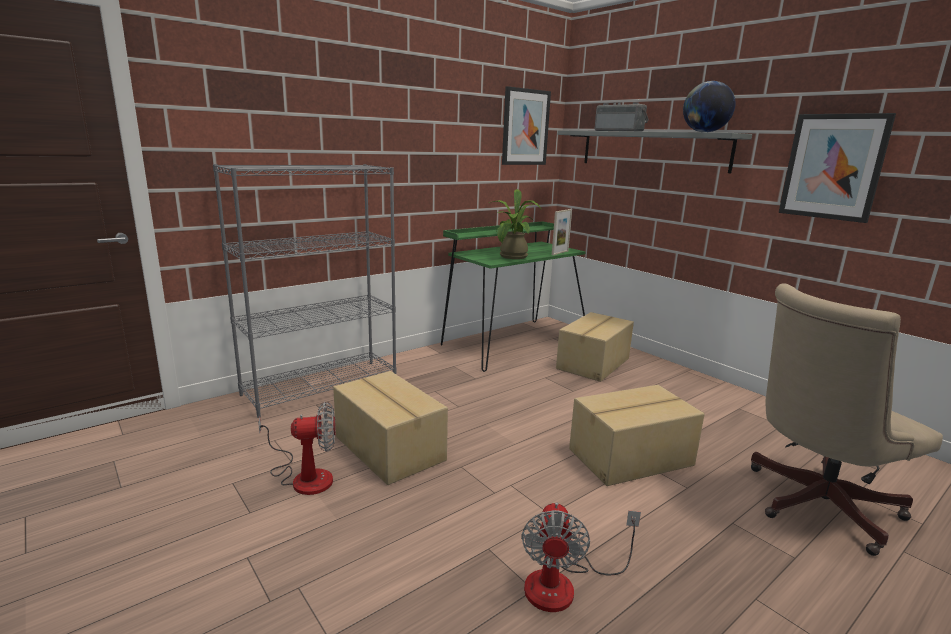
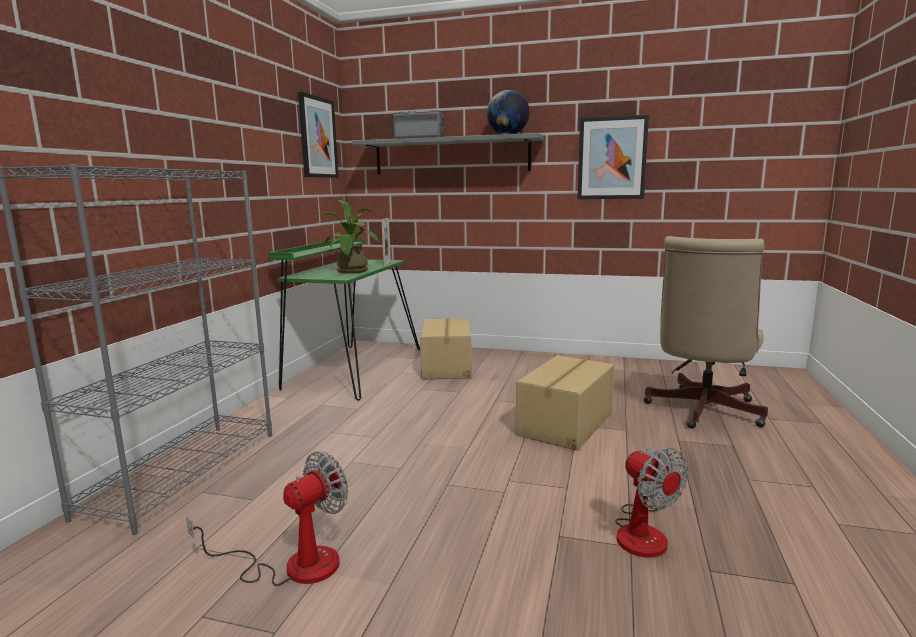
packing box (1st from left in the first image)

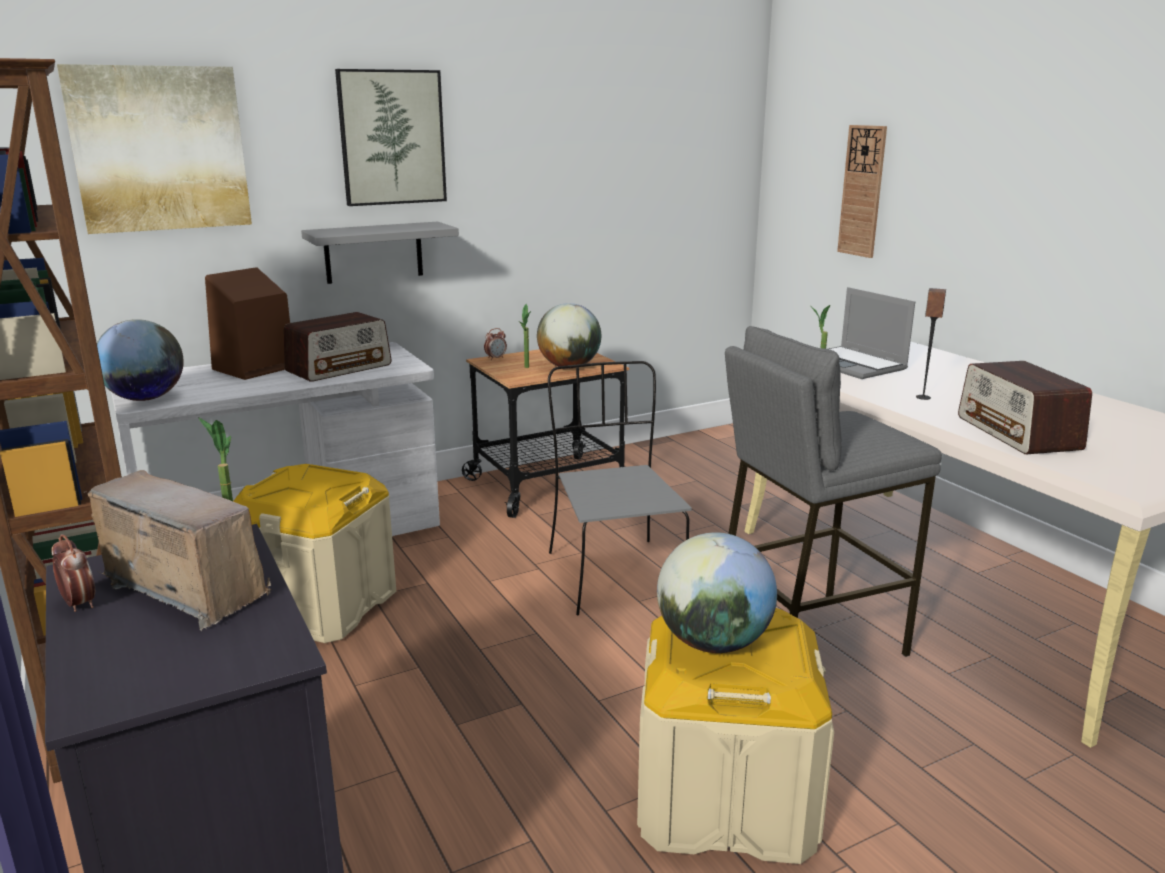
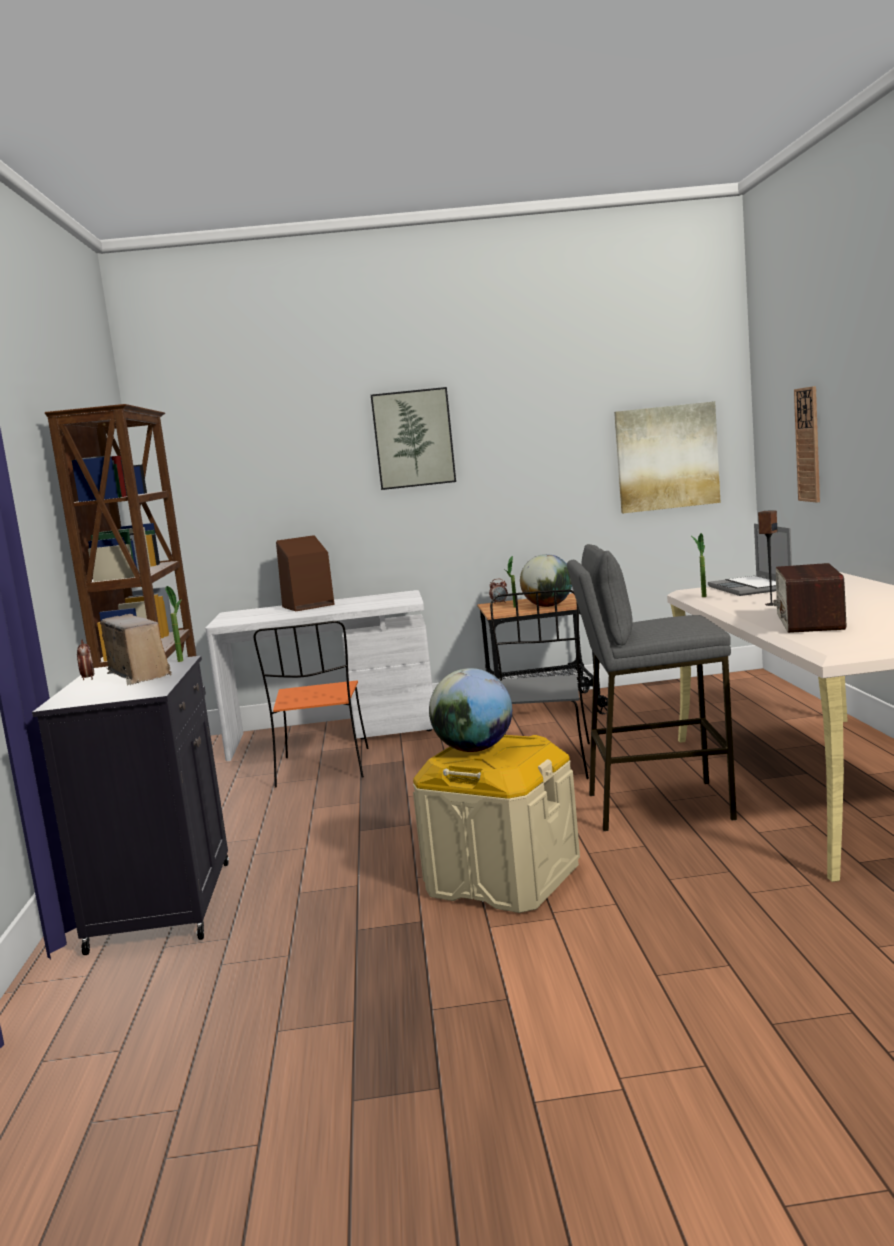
orange-coloured upright chair
wall picture (2nd from left)
desk globe (1st from left in the first image)
radio set (2nd from left in the first image)
greyish shelf

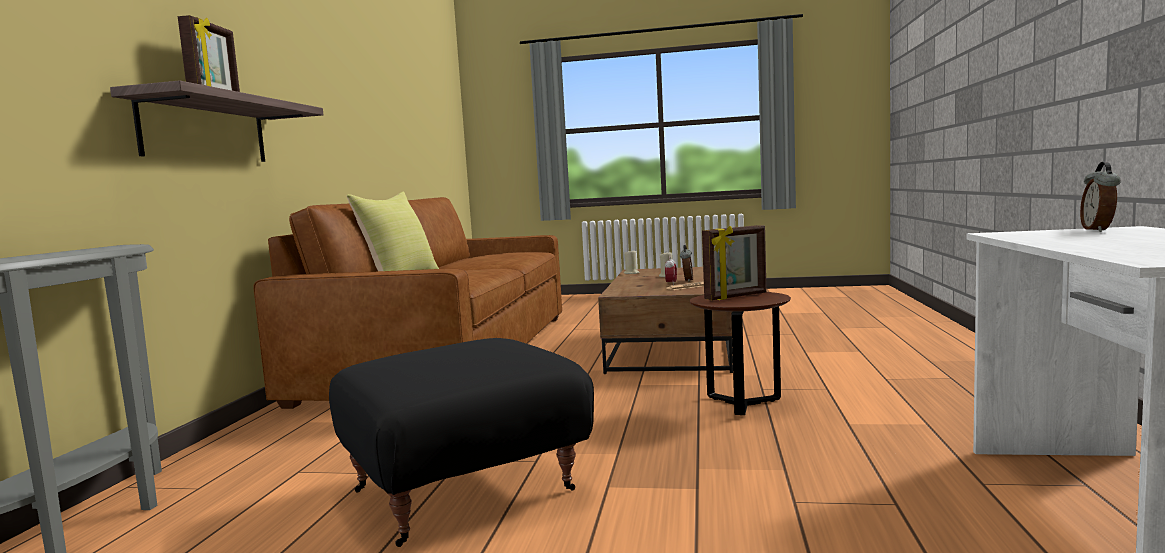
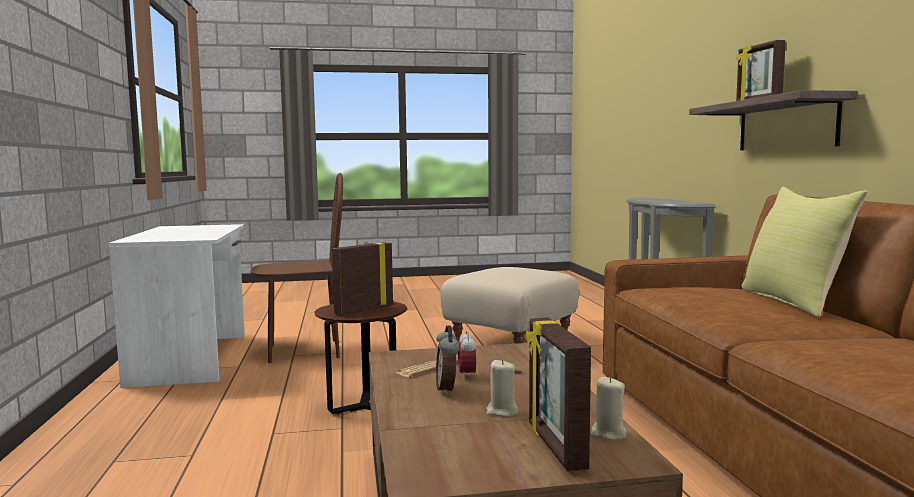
brownish upright chair
beige-coloured footrest
picture frame (2nd from left)
table clock (3rd from left in the first image)

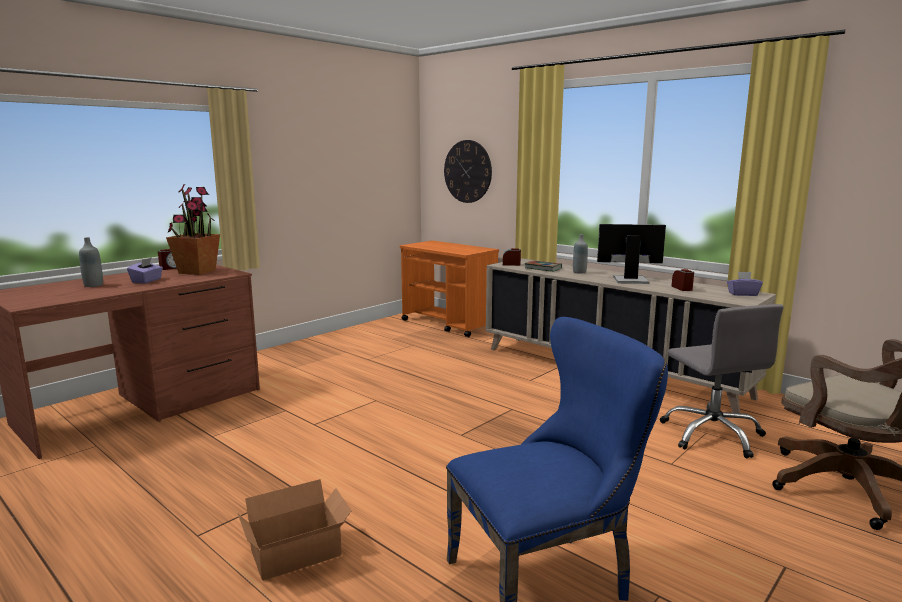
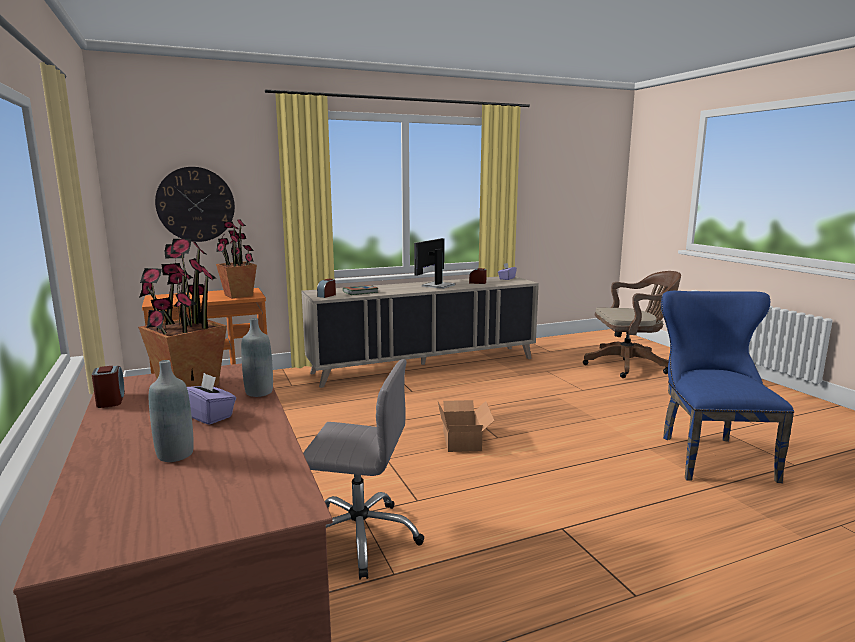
houseplant (2nd from left)
greyish bottle (2nd from left)
greyish computer chair
packing box

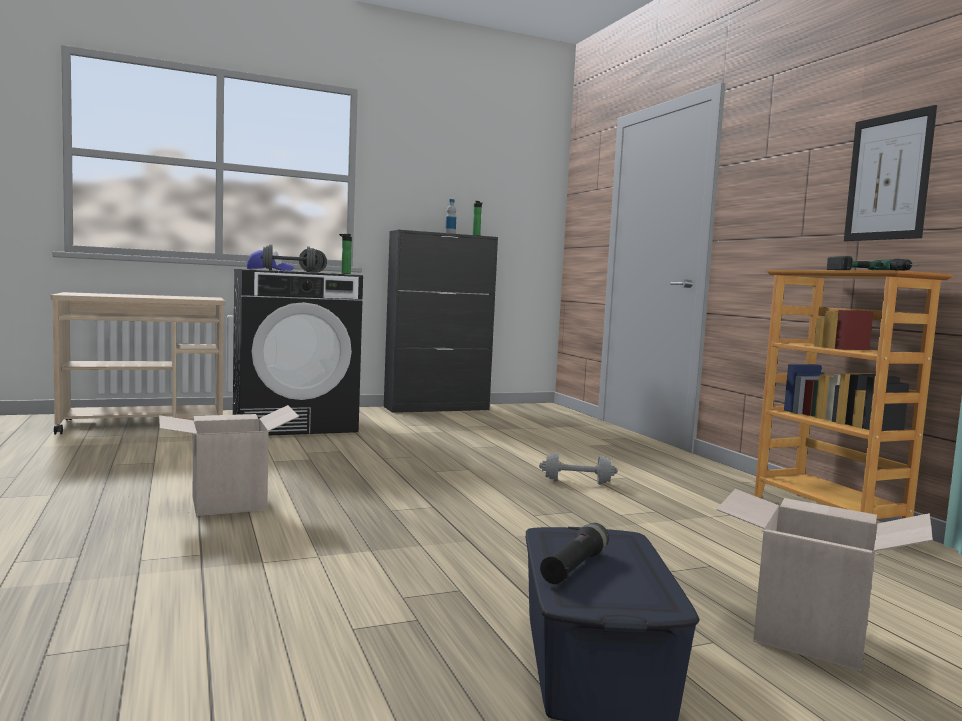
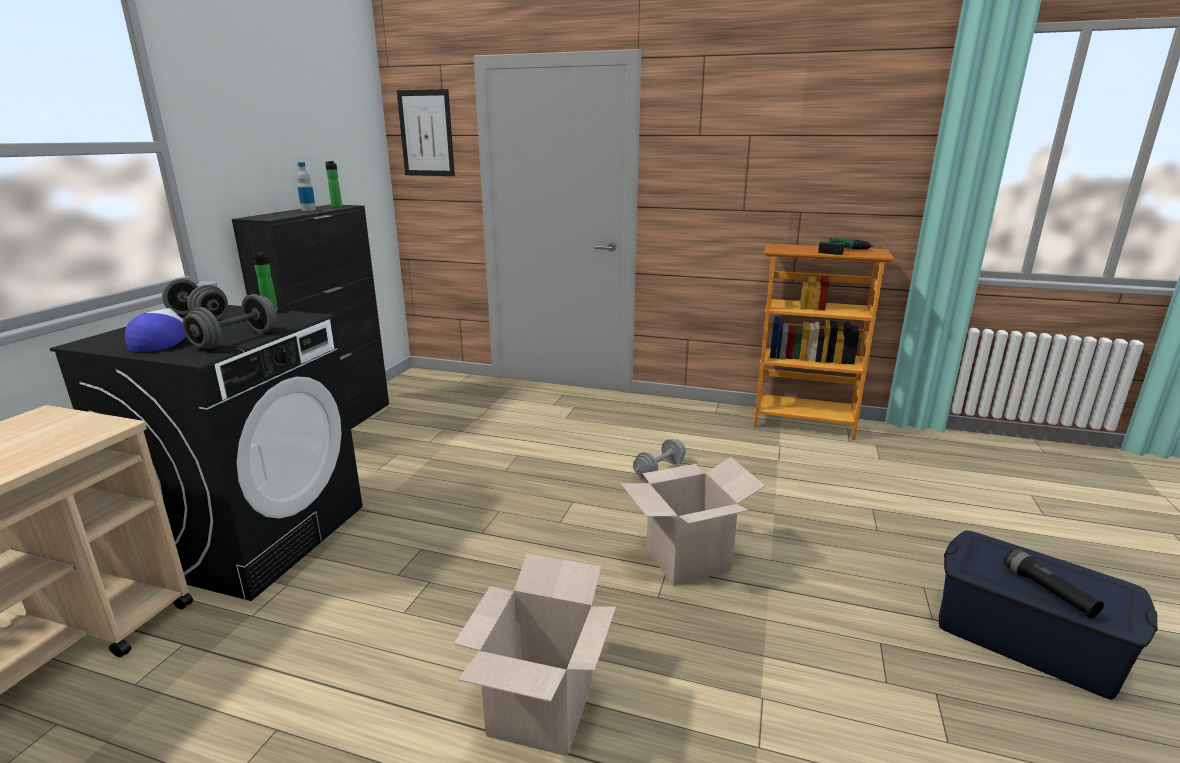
wall picture
packing box (2nd from left)

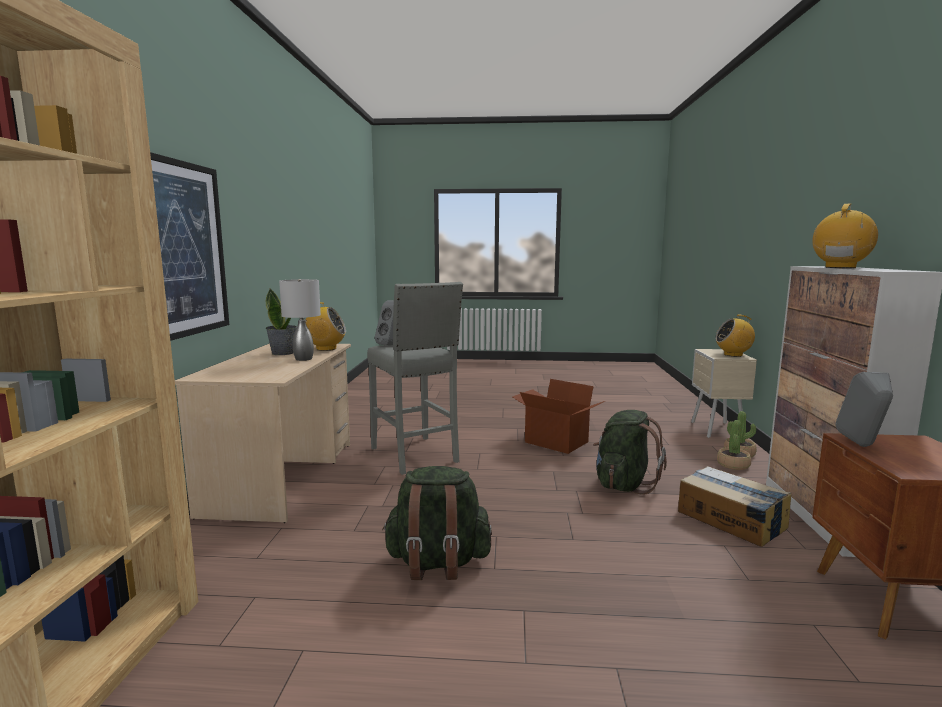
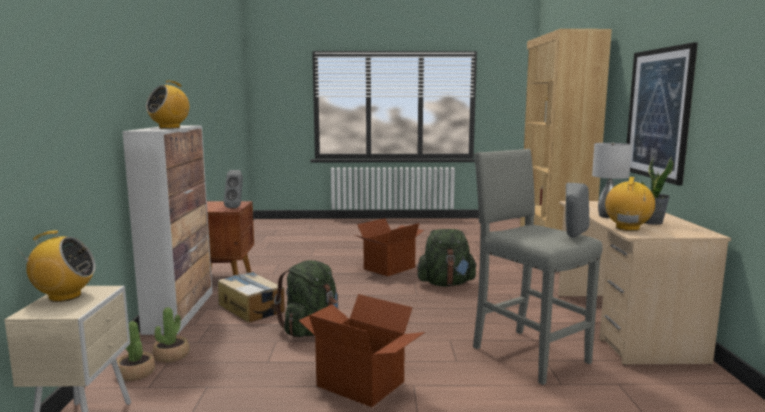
packing box (3rd from left)
radio set (3rd from left)

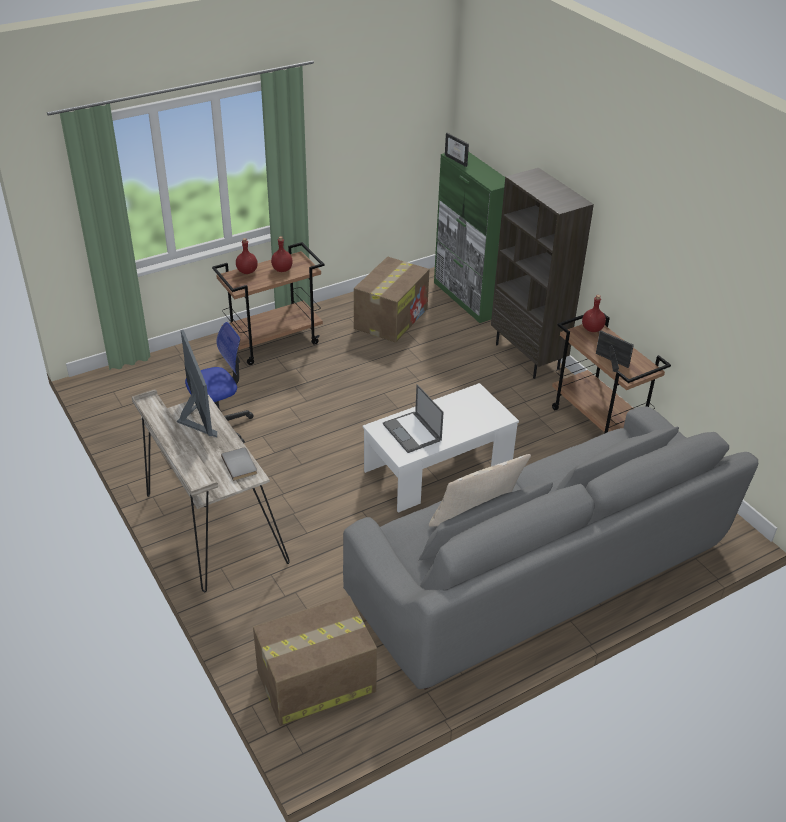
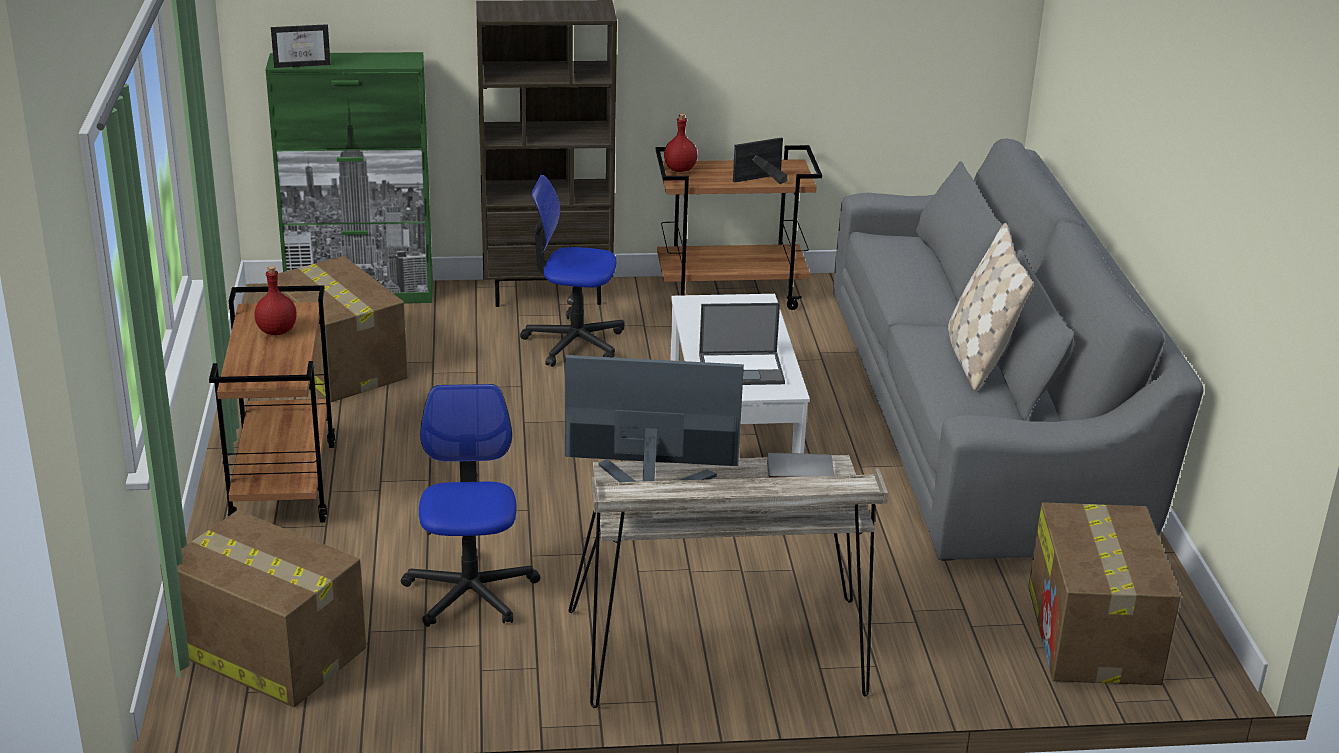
packing box (1st from left)
computer chair (2nd from left)
red-coloured bottle (1st from left in the first image)

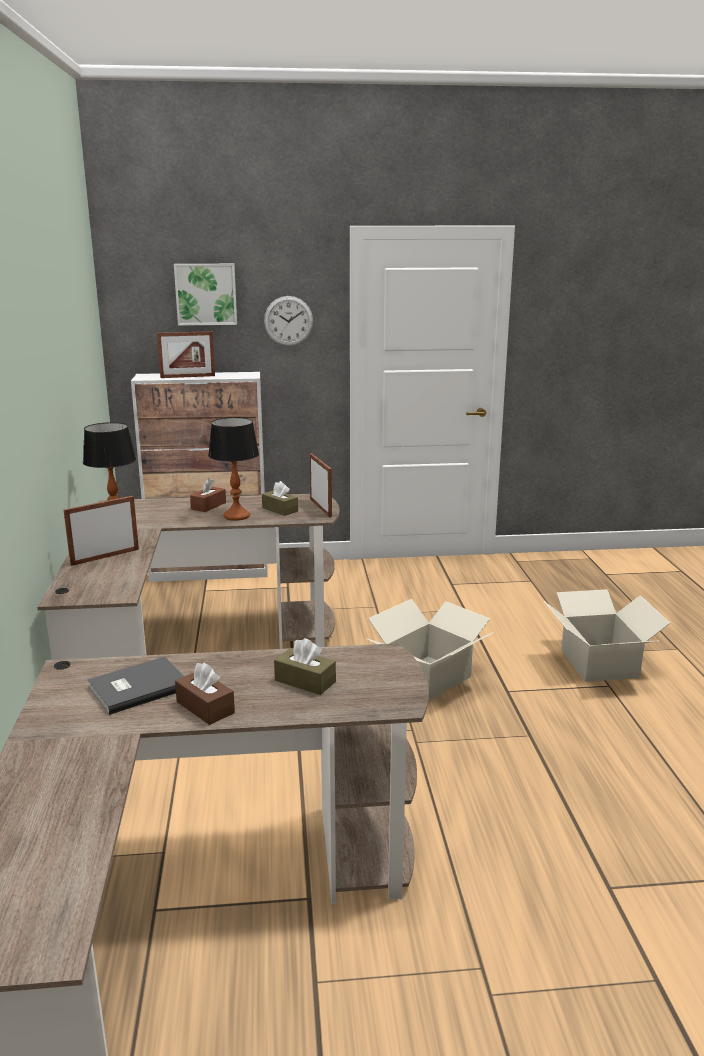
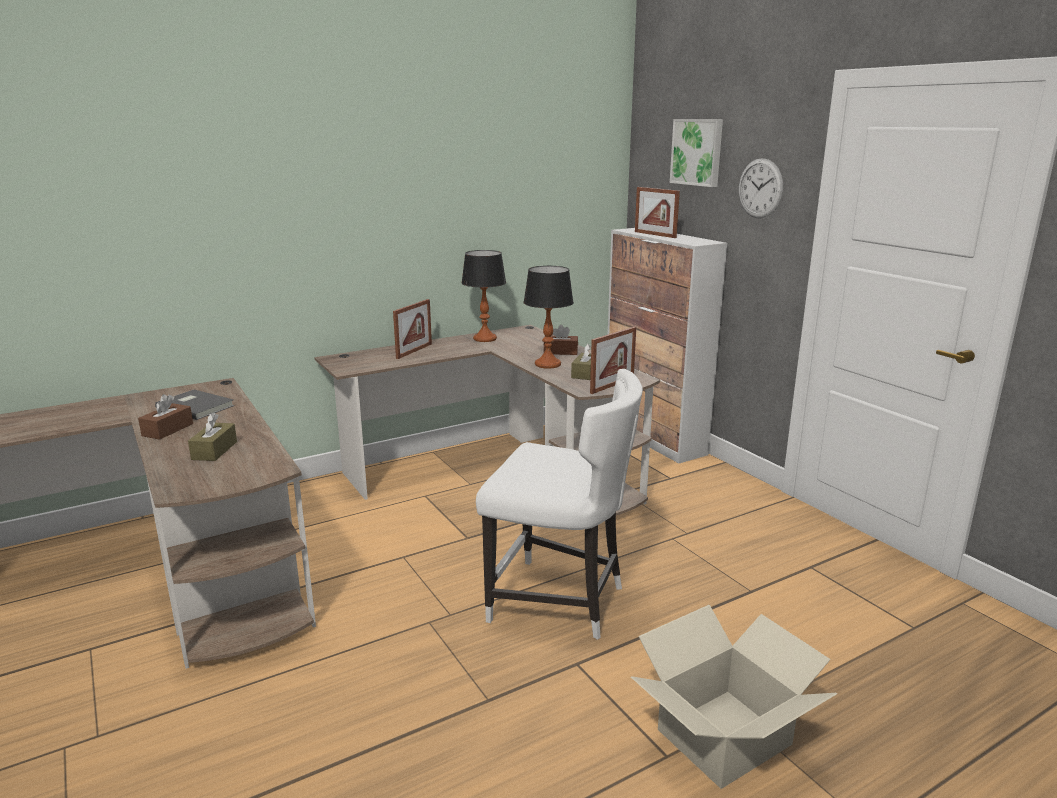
picture frame (1st from left)
whitish upright chair

